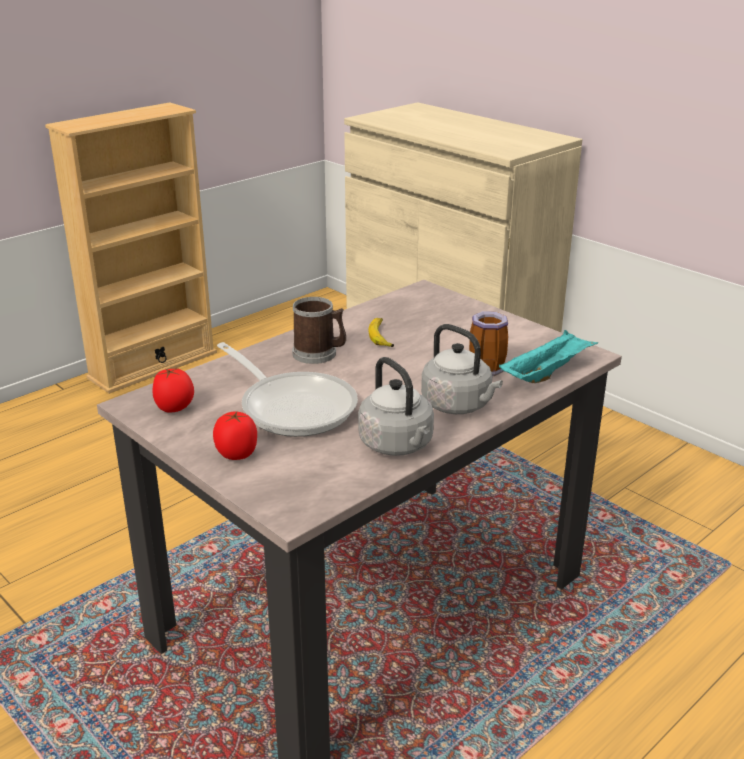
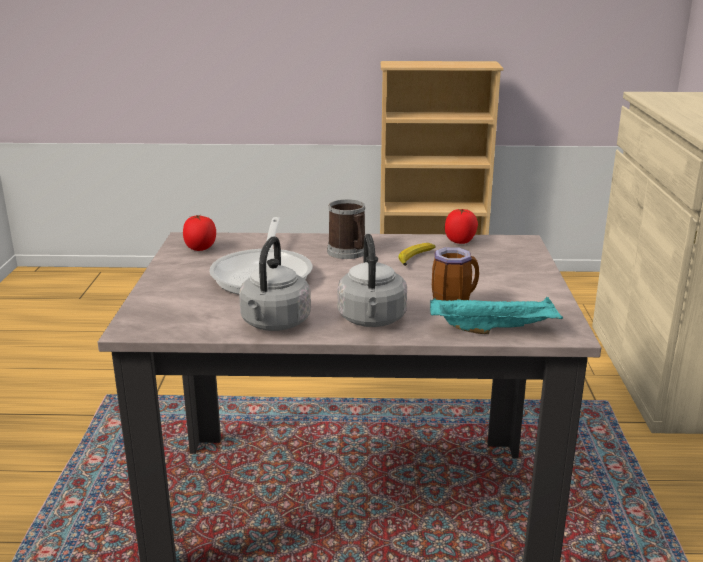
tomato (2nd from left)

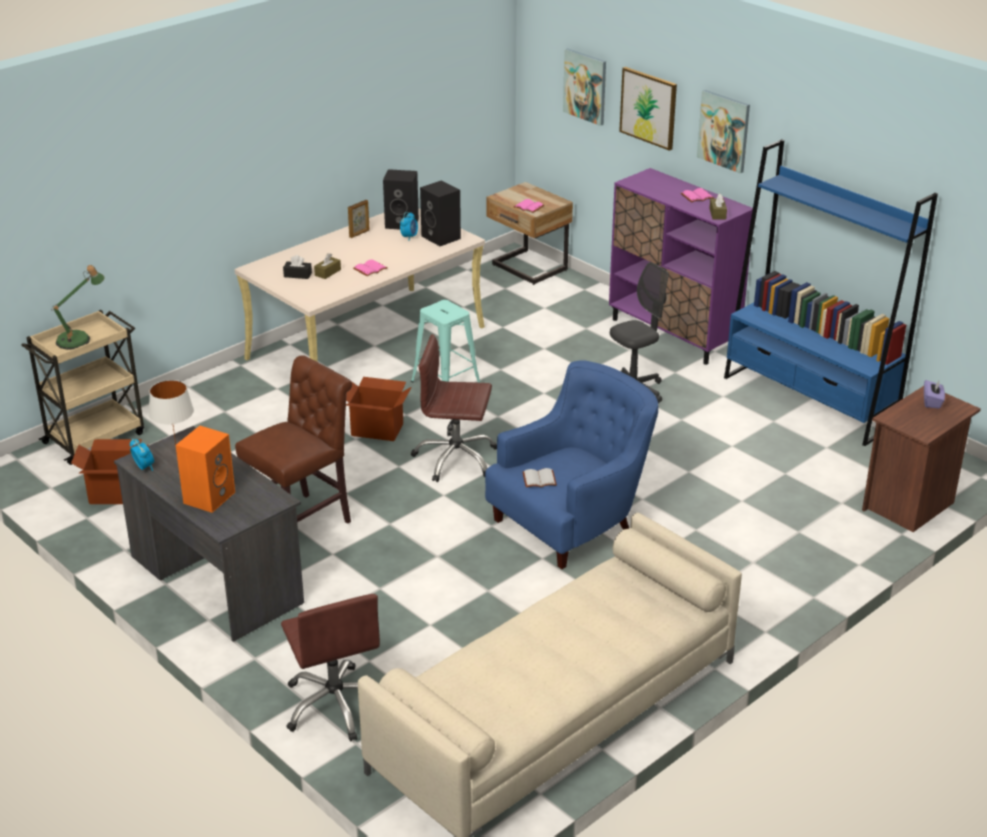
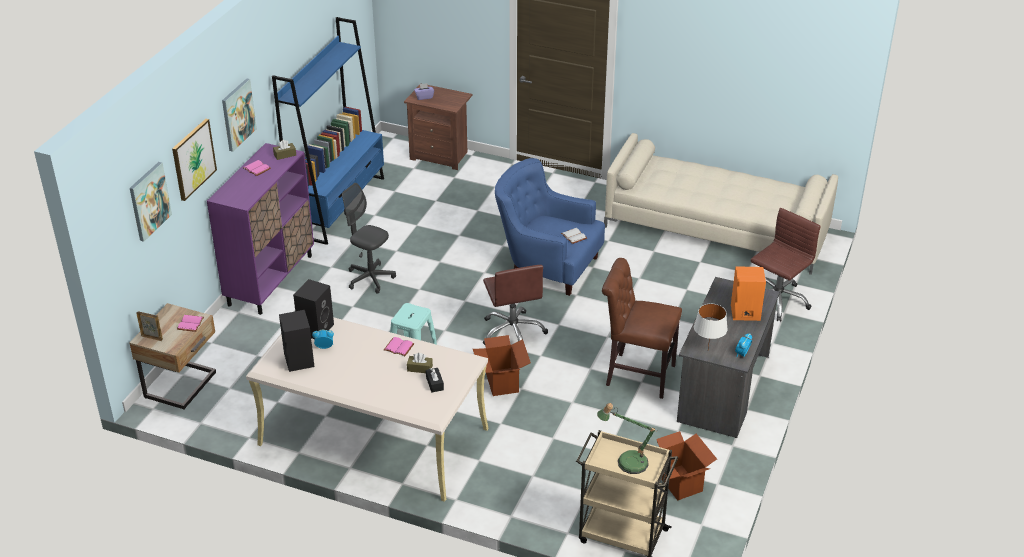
picture frame

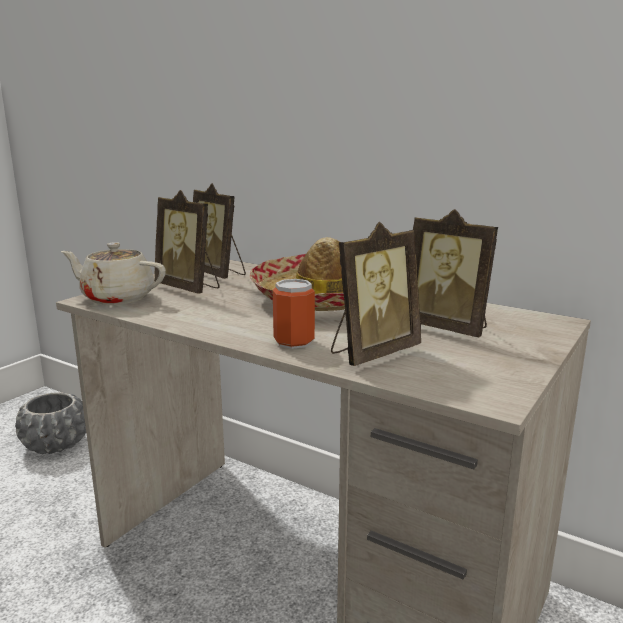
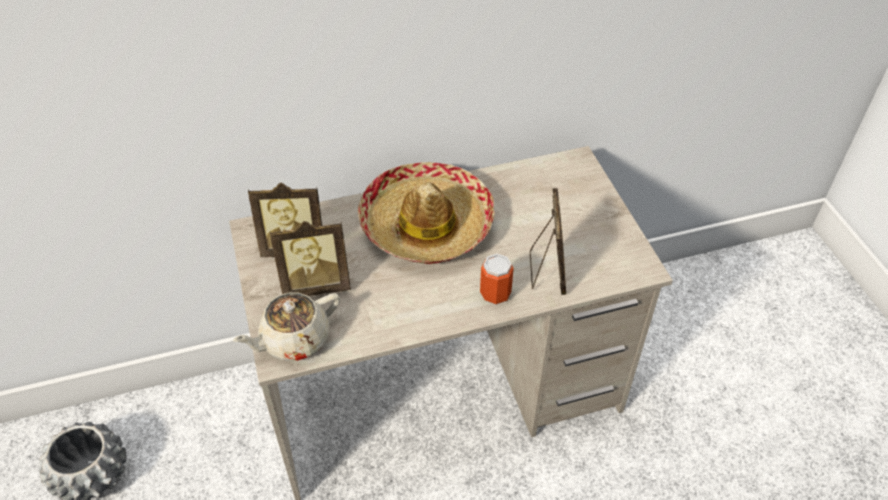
picture frame (4th from left in the first image)

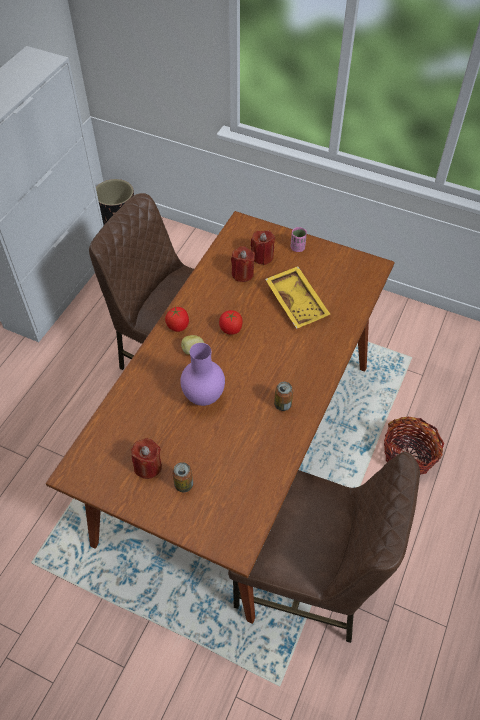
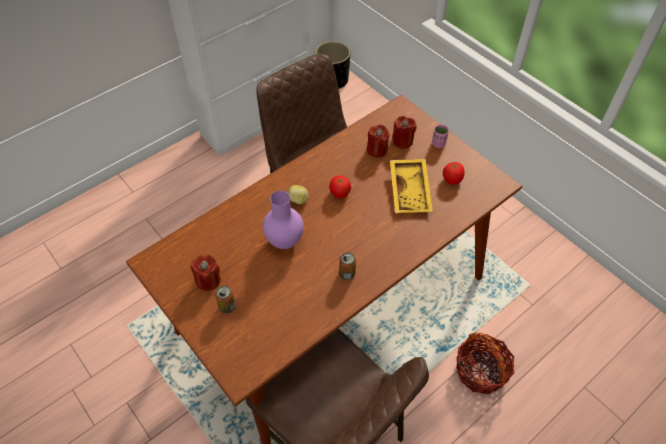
tomato (2nd from left)

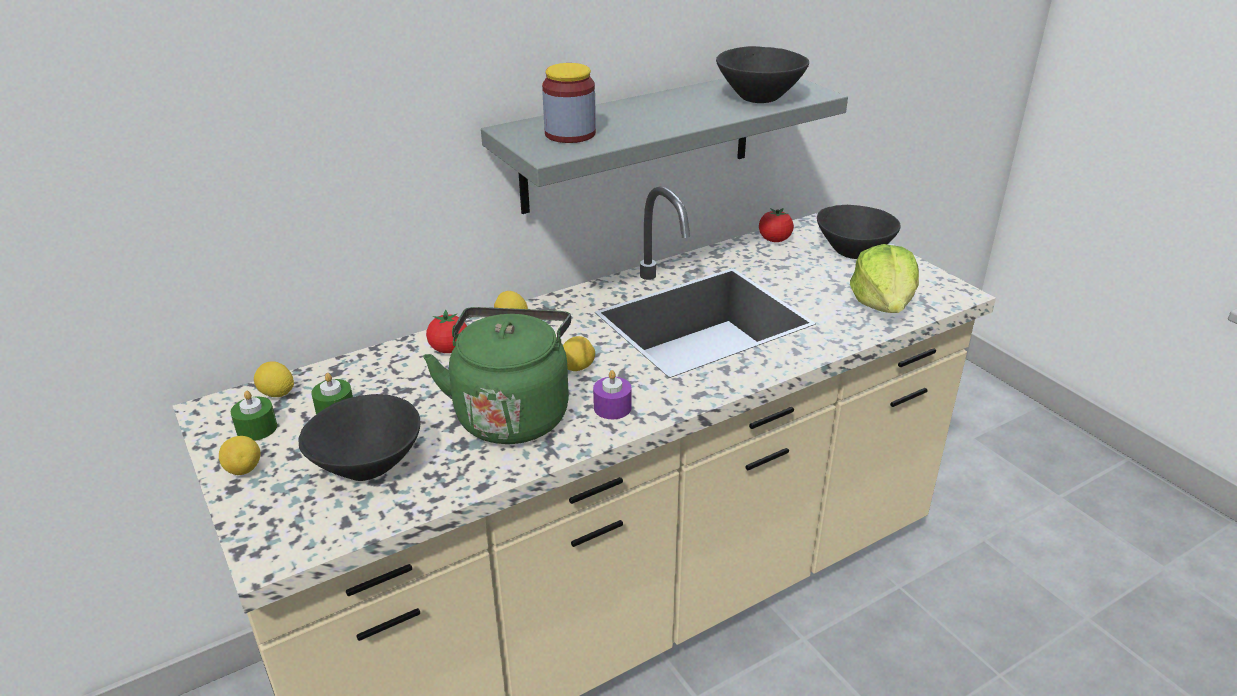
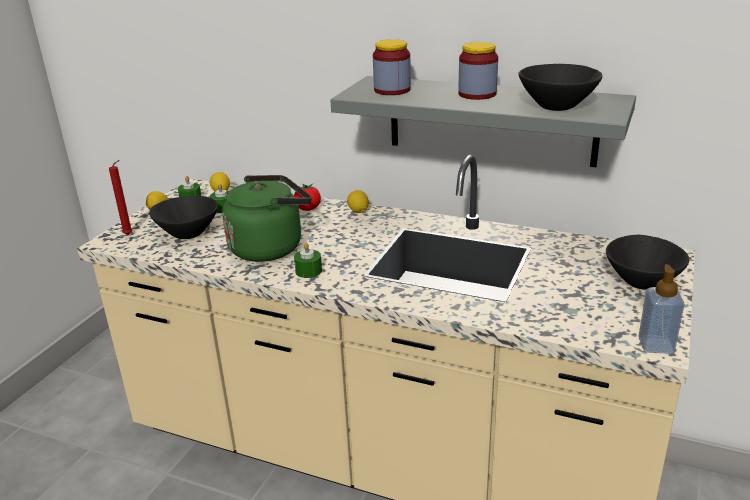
red-coloured wax candle
green-coloured wax candle (3rd from left)
storage jar (2nd from left)
soap dispenser
whole lemon (4th from left in the first image)
tomato (2nd from left in the first image)
head of lettuce

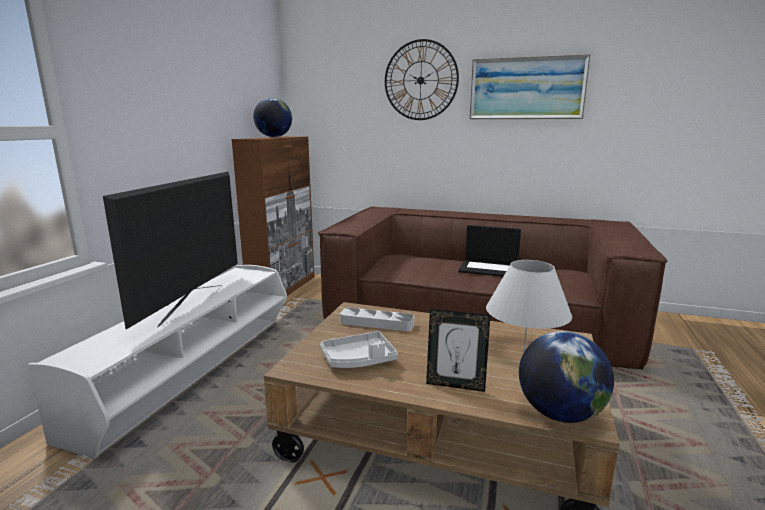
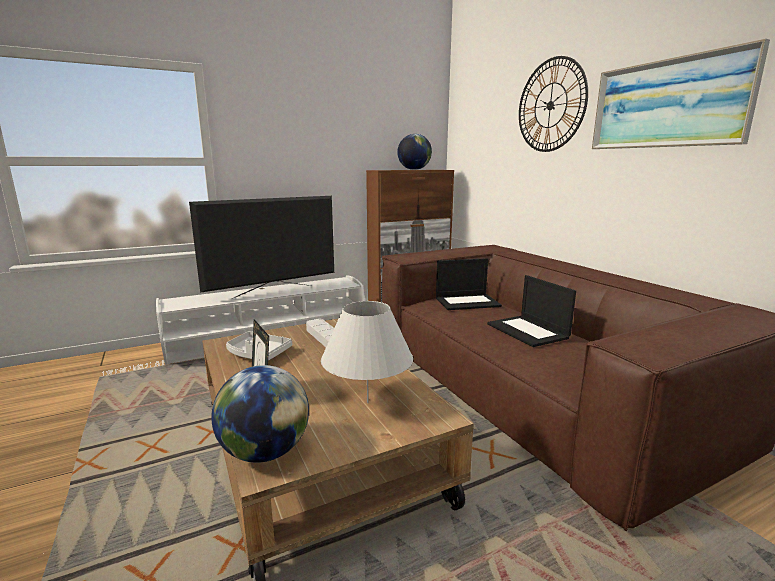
portable computer (1st from left)

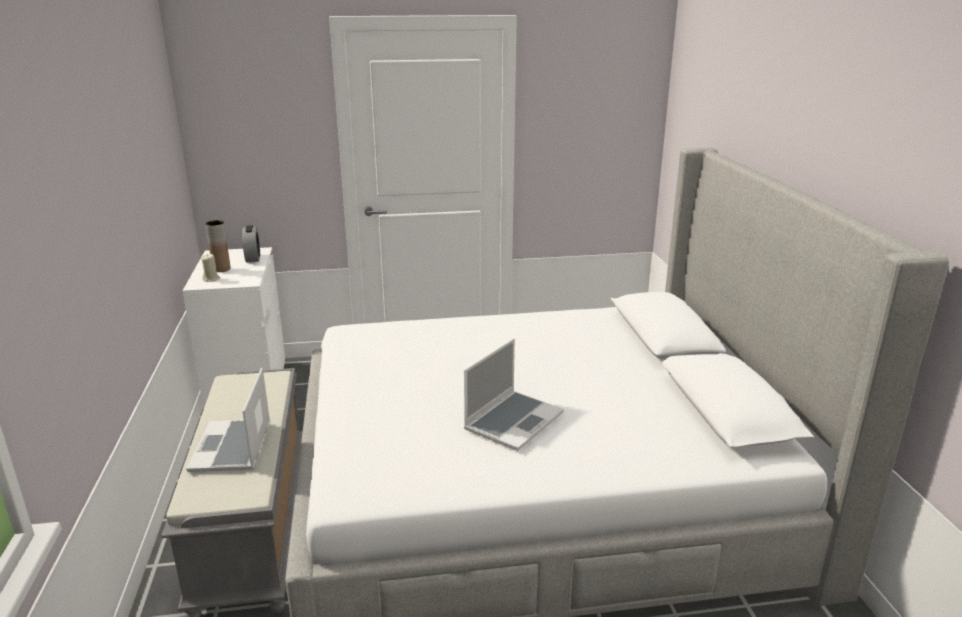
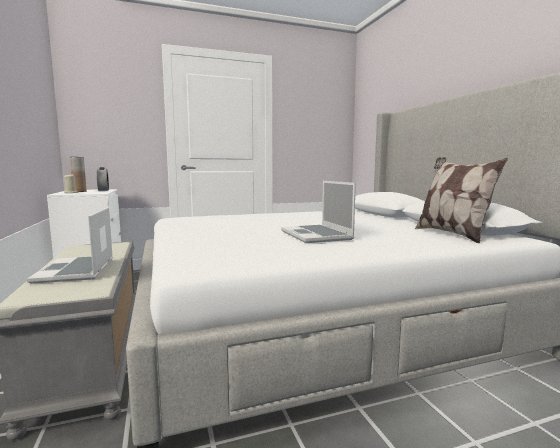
portable computer (2nd from left)
pillow

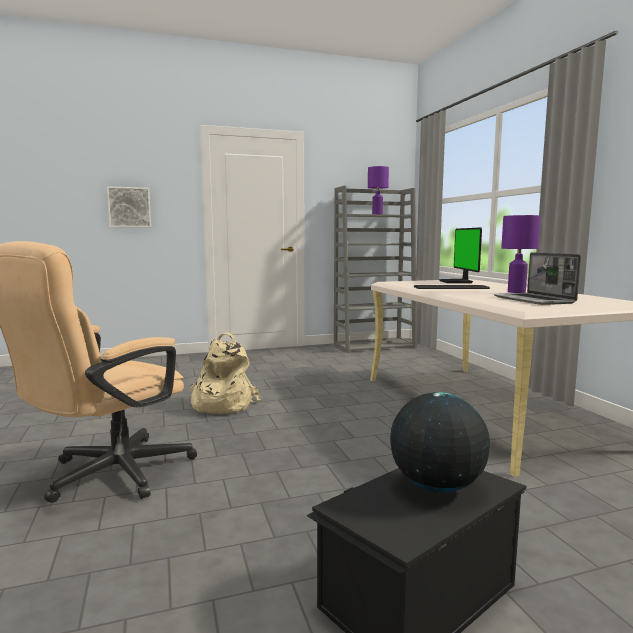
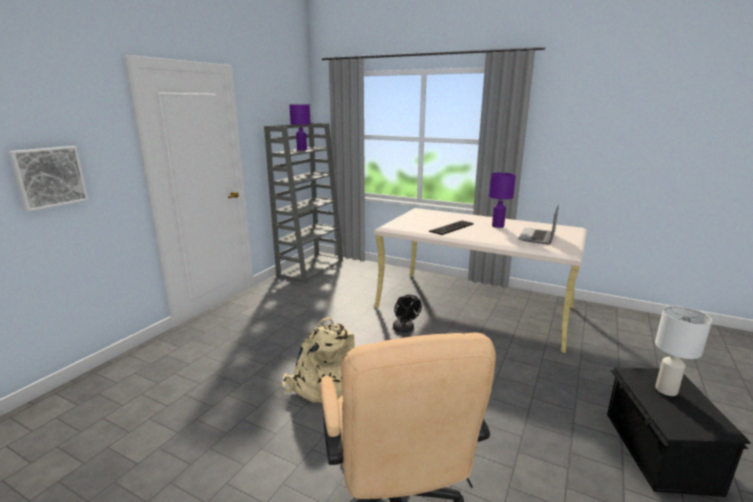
black-coloured cooling fan
portable computer
whitish tabletop lamp
monitor

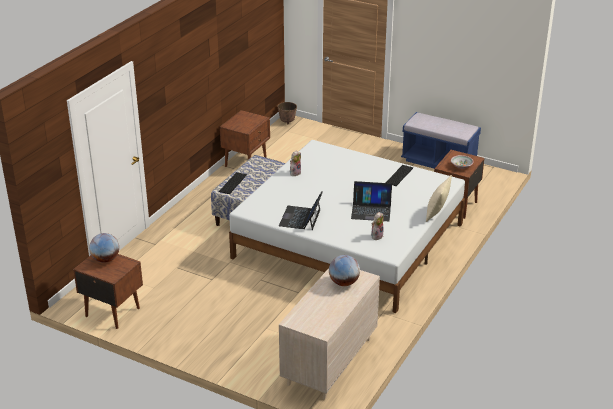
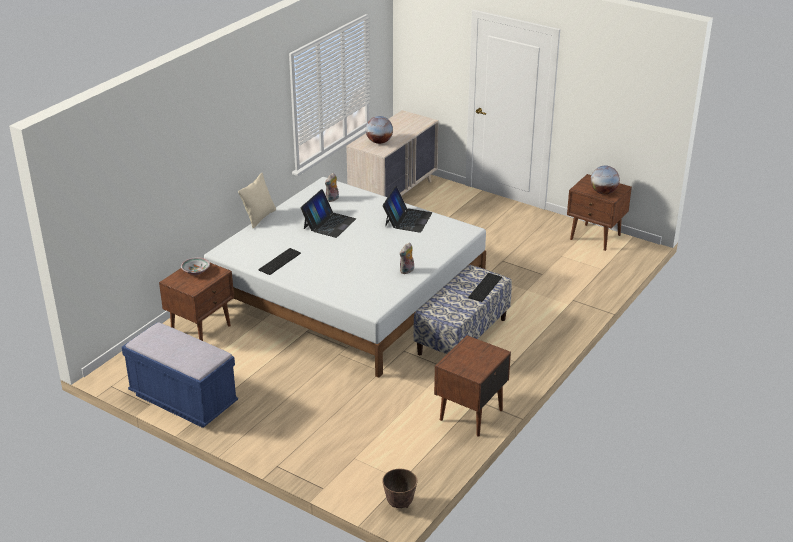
portable computer (1st from left)

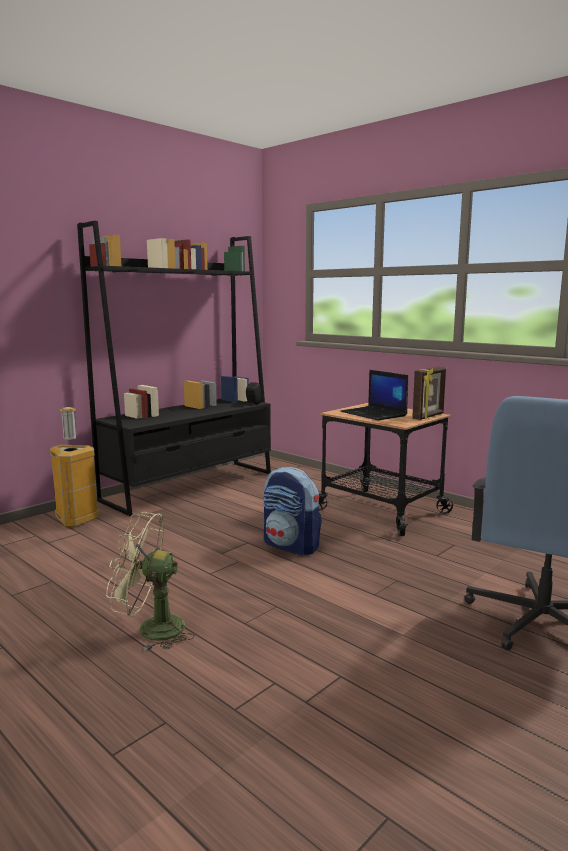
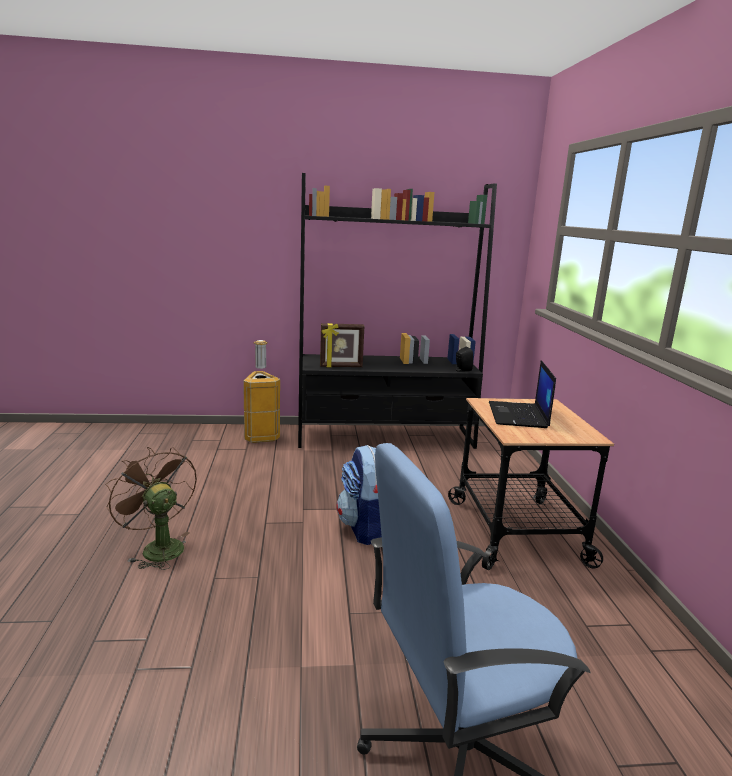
brownish cooling fan
picture frame

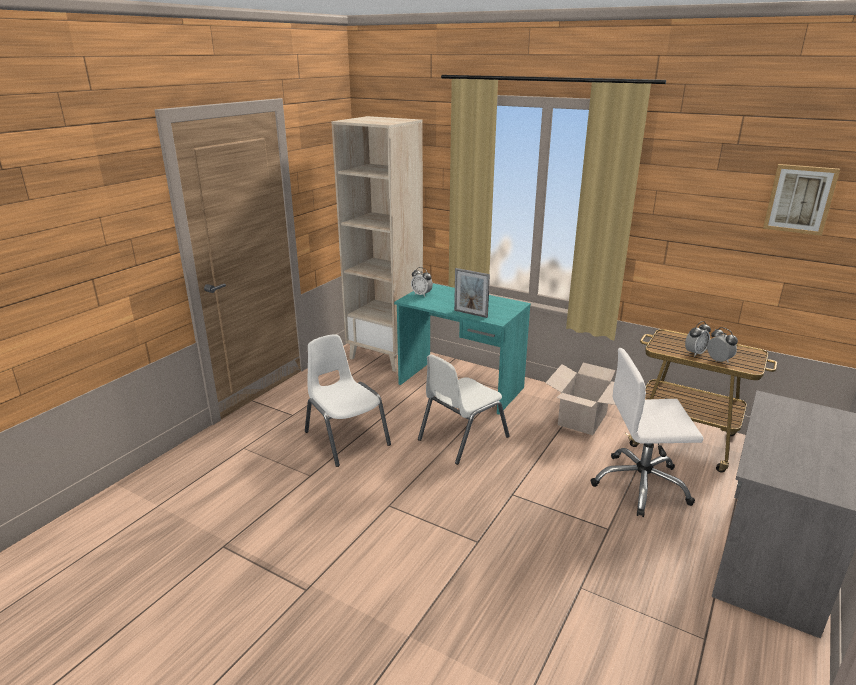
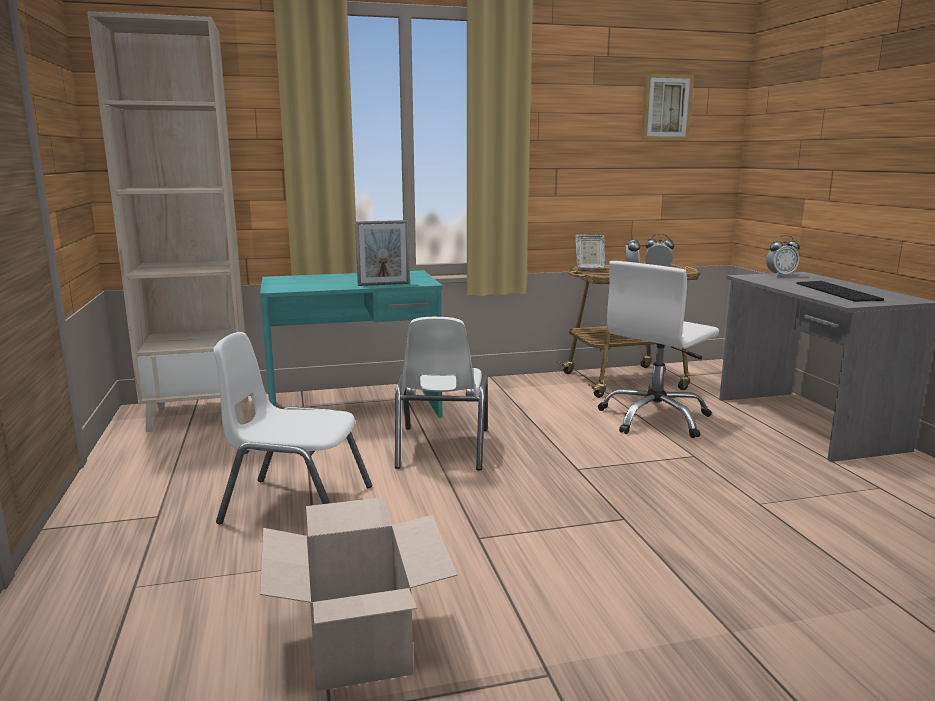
packing box
picture frame (2nd from left)
table clock (3rd from left)
keyboard

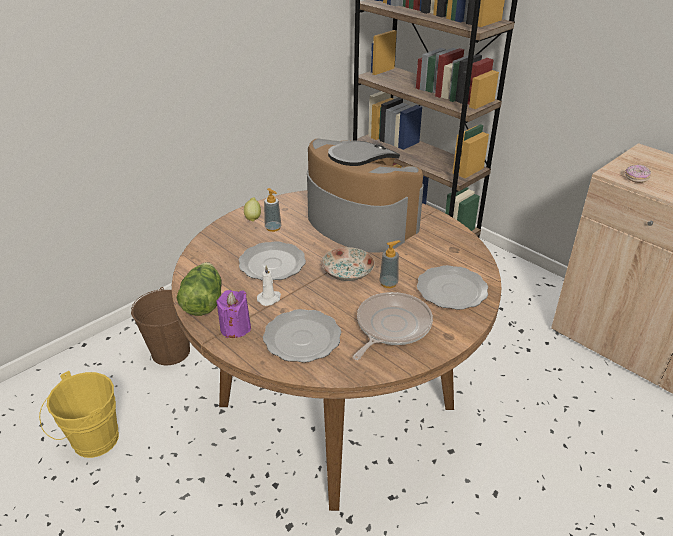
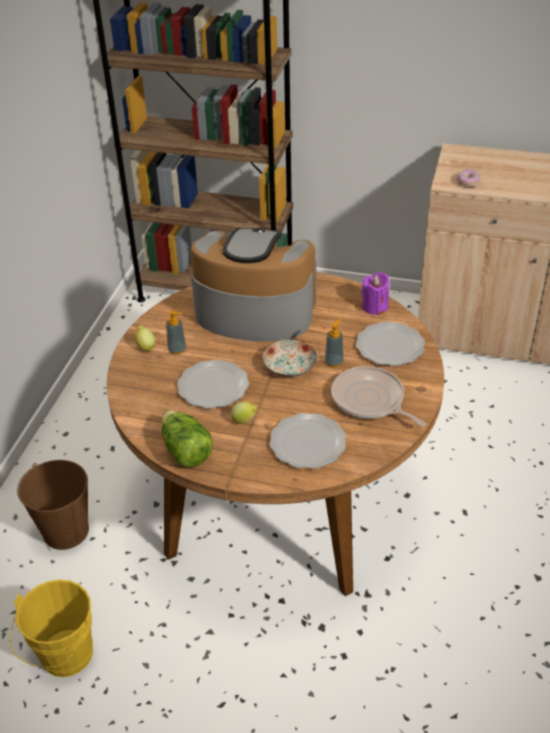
whole lemon (2nd from left)
pan
purplish wax candle

